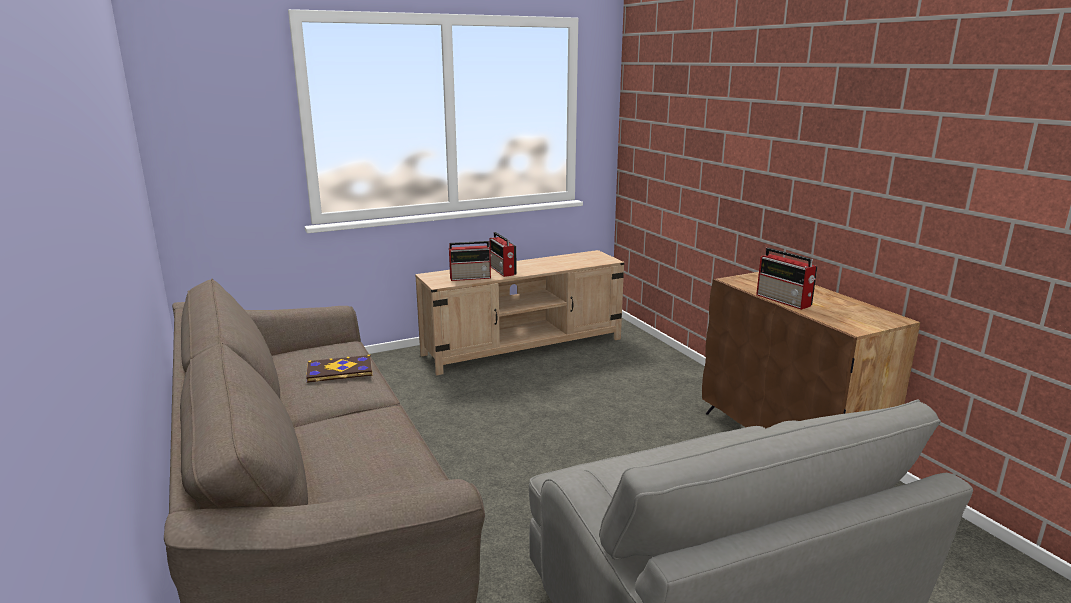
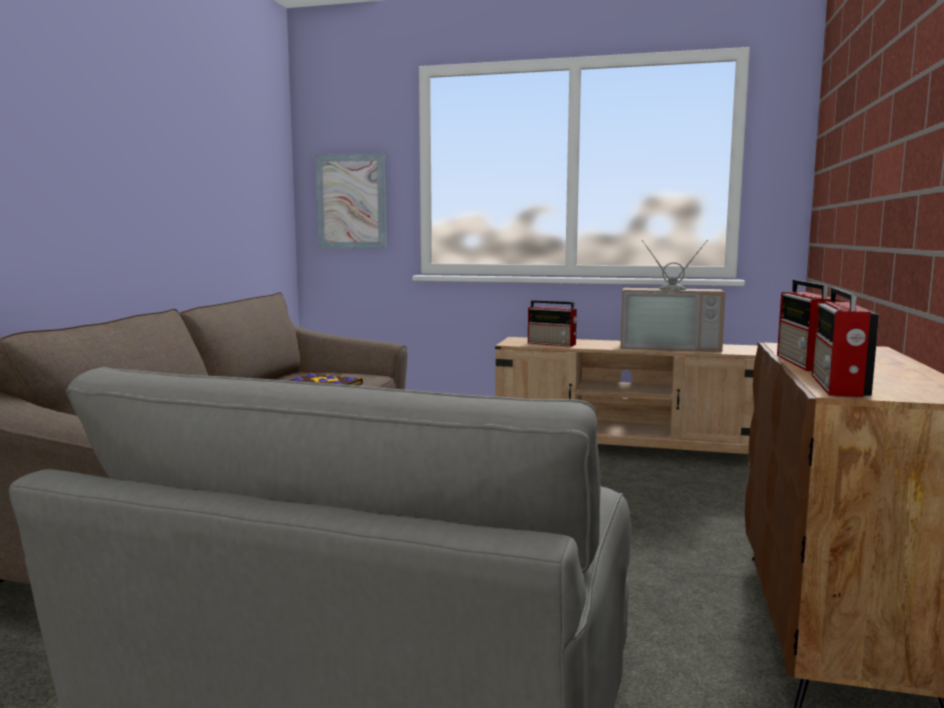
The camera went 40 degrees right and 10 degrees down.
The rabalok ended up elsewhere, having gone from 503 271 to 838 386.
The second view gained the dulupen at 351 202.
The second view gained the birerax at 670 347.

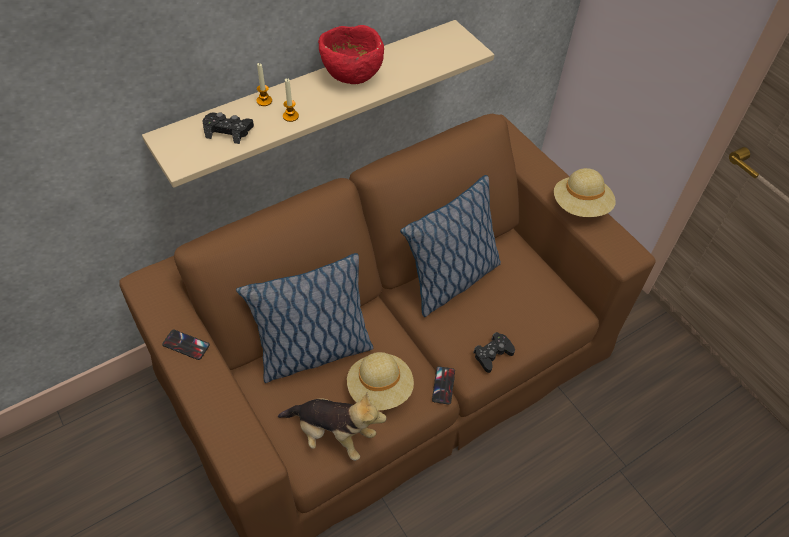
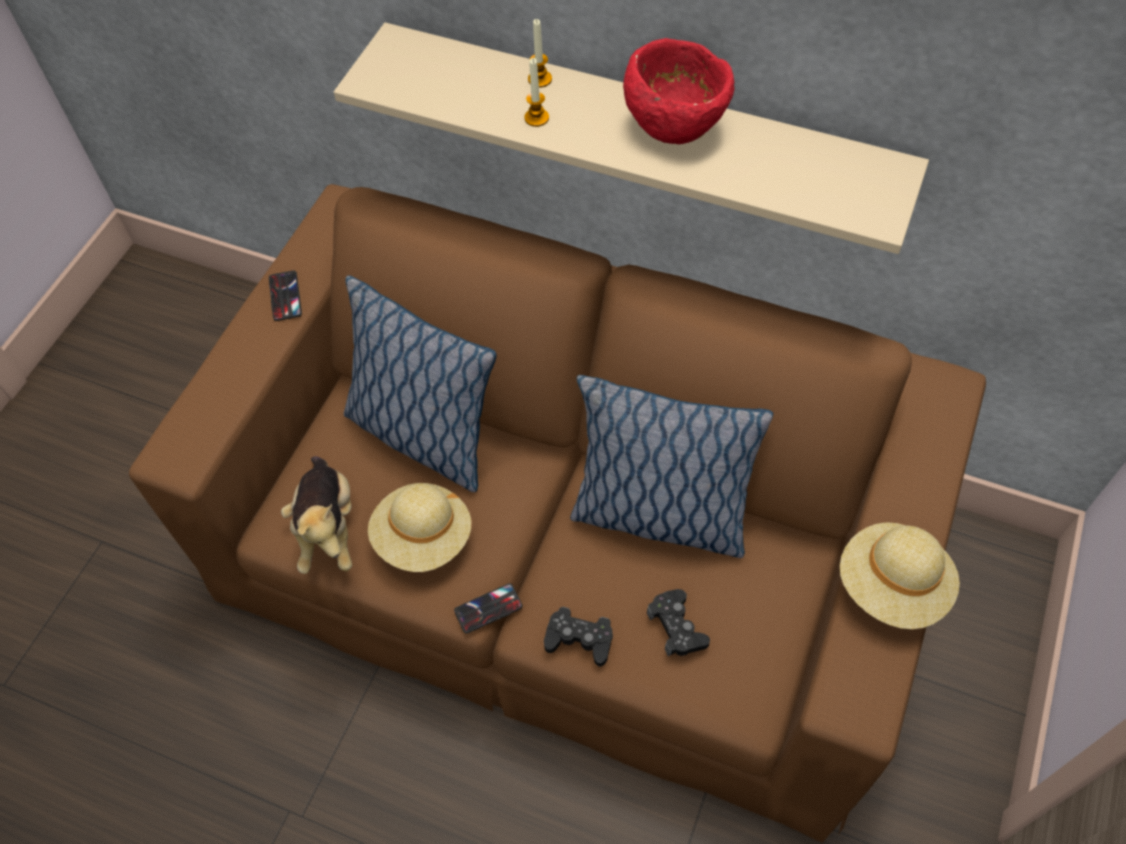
The camera went 60 degrees right and 5 degrees up.
The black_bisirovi ended up elsewhere, having gone from 228 131 to 677 627.

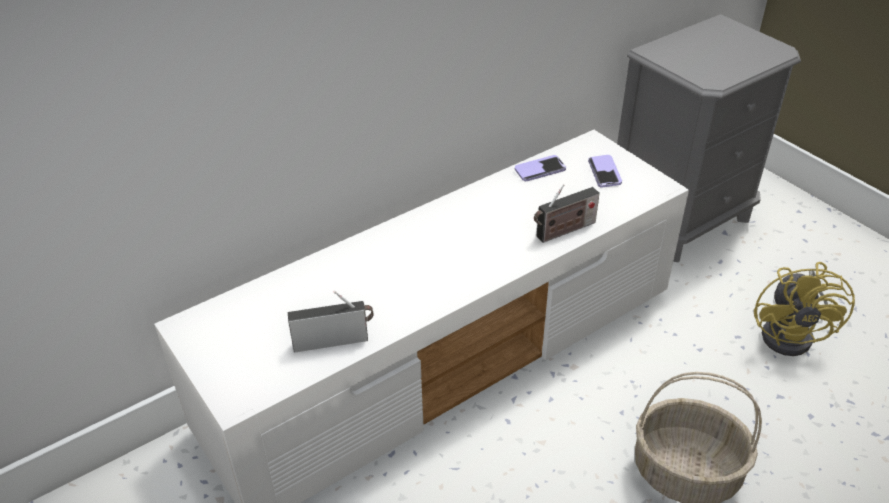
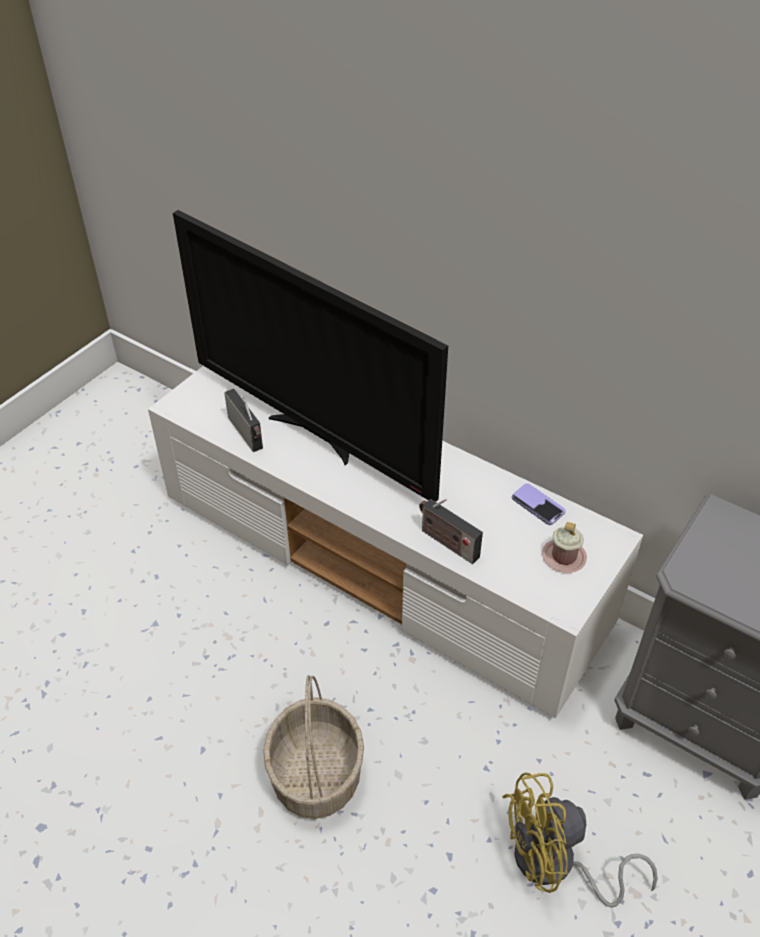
The camera went 70 degrees right and 5 degrees up.
Where the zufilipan stood at 604 172, the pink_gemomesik came to stand at 564 557.
The second view gained the birerax at 315 435.

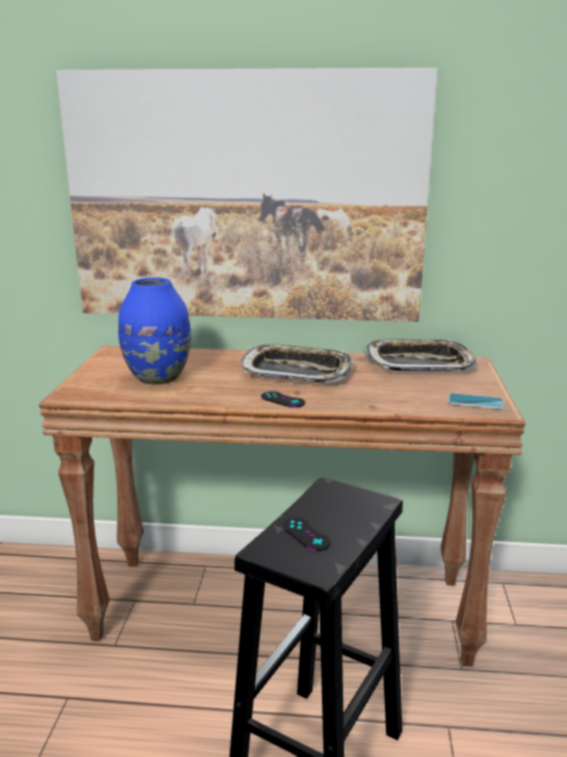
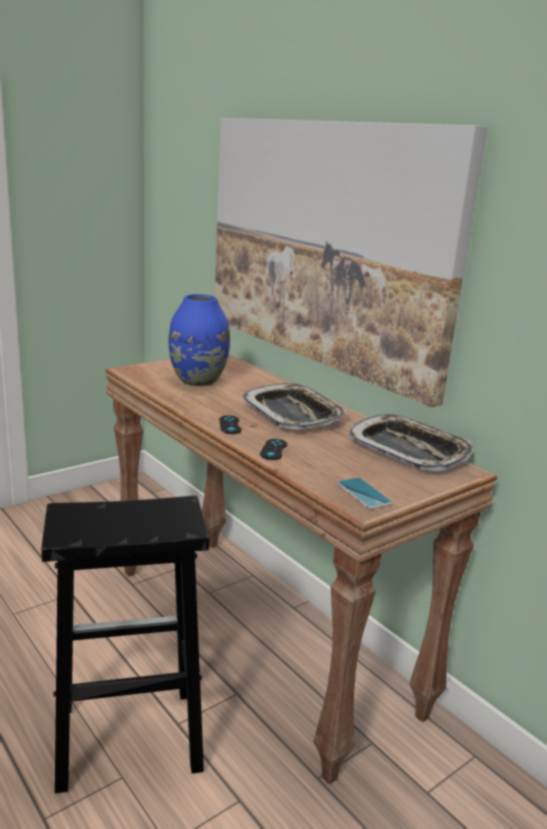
The camera went 45 degrees right and 0 degrees up.
The black_bisirovi ended up elsewhere, having gone from 306 534 to 273 449.

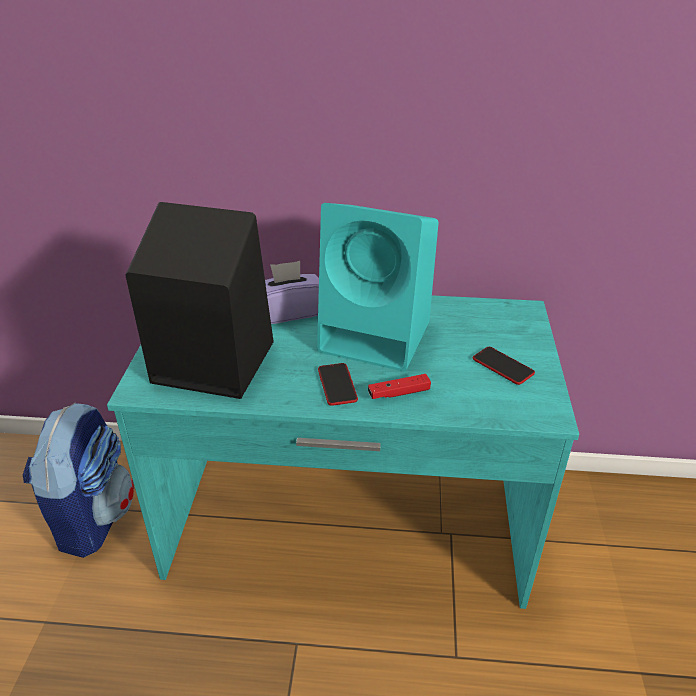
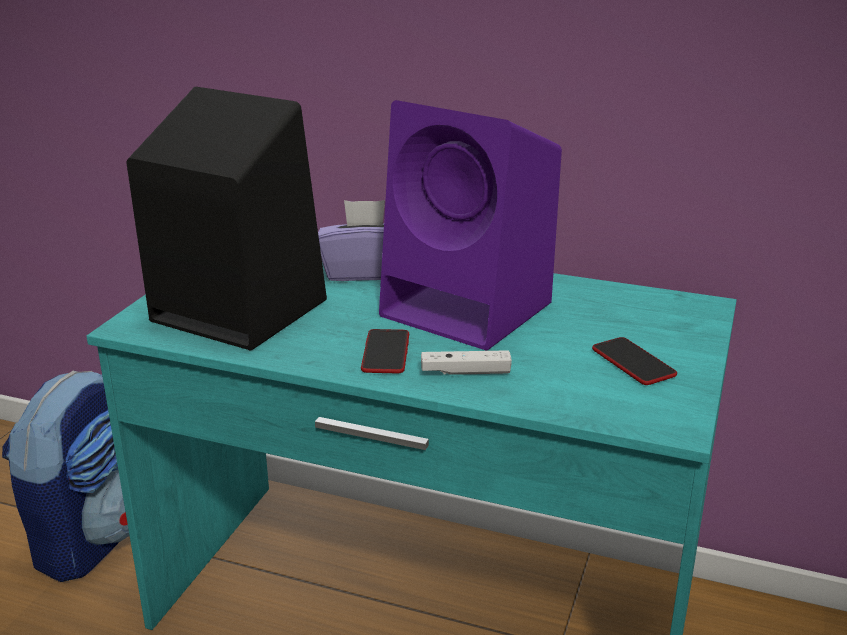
The camera went 15 degrees right and 10 degrees down.
What was the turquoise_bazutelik at 378 336 turned into the purple_bazutelik at 471 310.
What was the red_bisirovi at 399 393 turned into the white_bisirovi at 465 372.

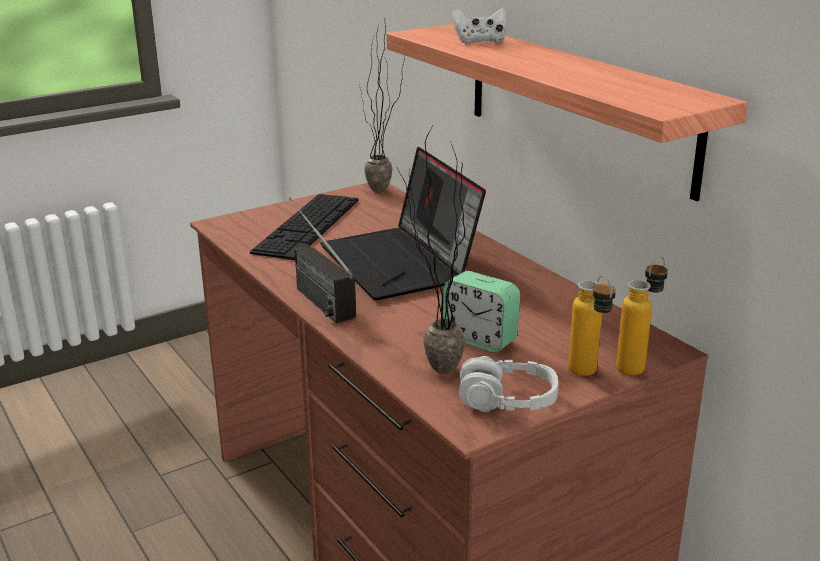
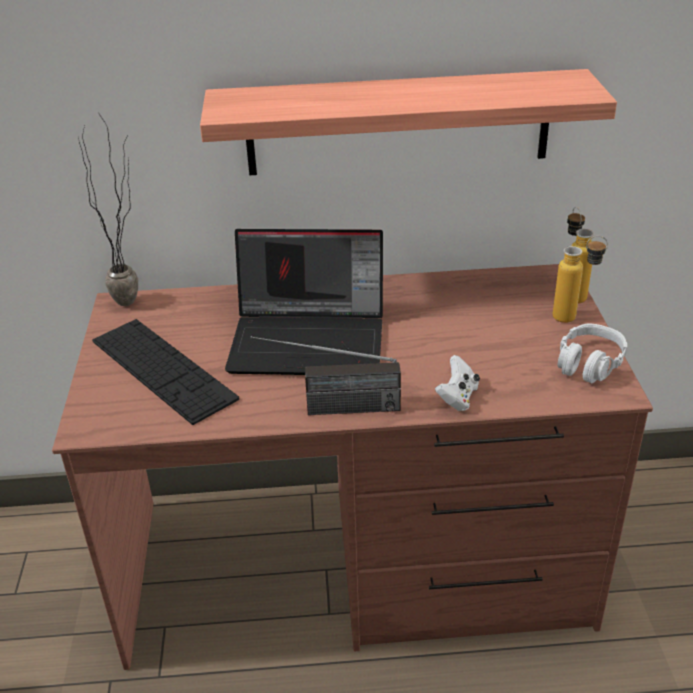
The camera went 60 degrees left and 10 degrees up.
The second view lost the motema at 430 369.
The second view lost the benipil at 479 339.
The white_bisirovi ended up elsewhere, having gone from 480 41 to 457 398.

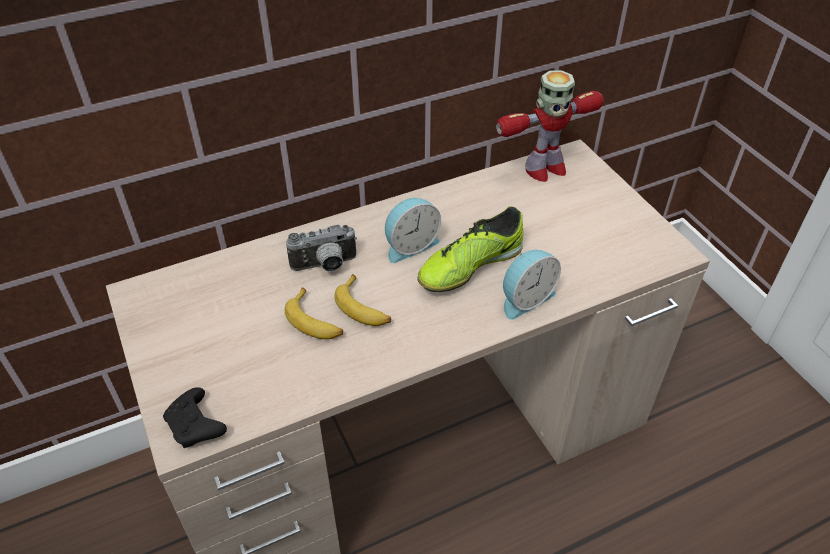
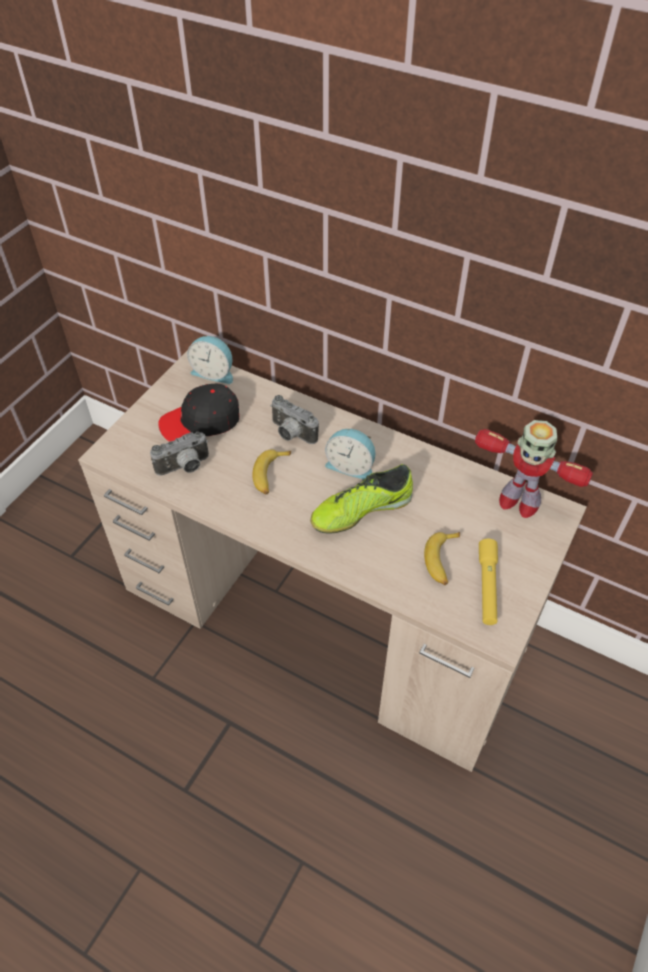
The camera went 55 degrees right and 5 degrees up.
The second view lost the black_bisirovi at 196 426.
The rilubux ended up elsewhere, having gone from 315 321 to 442 561.
The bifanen at 470 266 ended up facing another way, 45 degrees counterclockwise from before.
The benipil ended up elsewhere, having gone from 525 298 to 214 372.
The second view gained the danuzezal at 184 468.
The second view gained the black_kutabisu at 201 421.
The second view gained the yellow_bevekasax at 487 586.

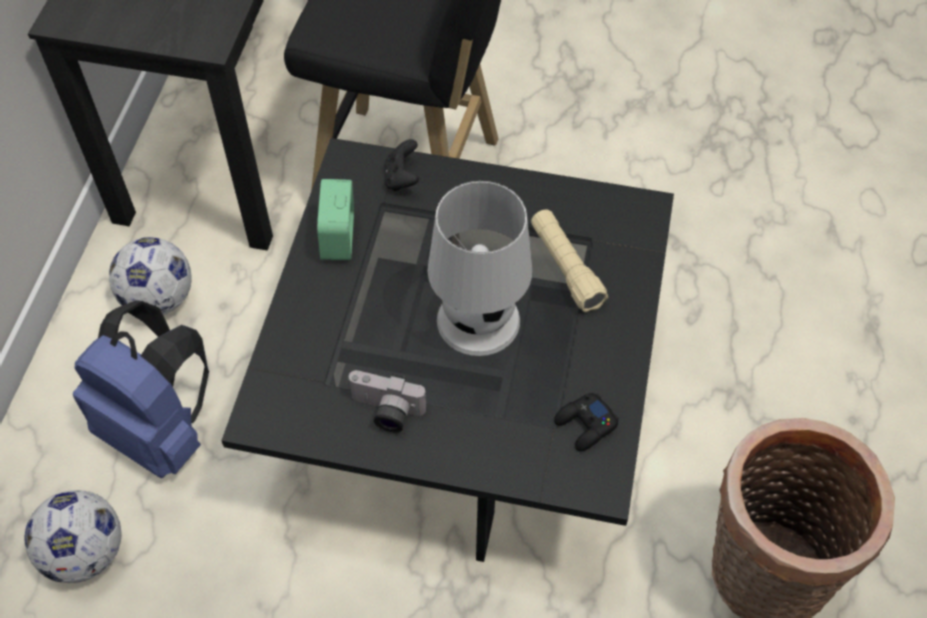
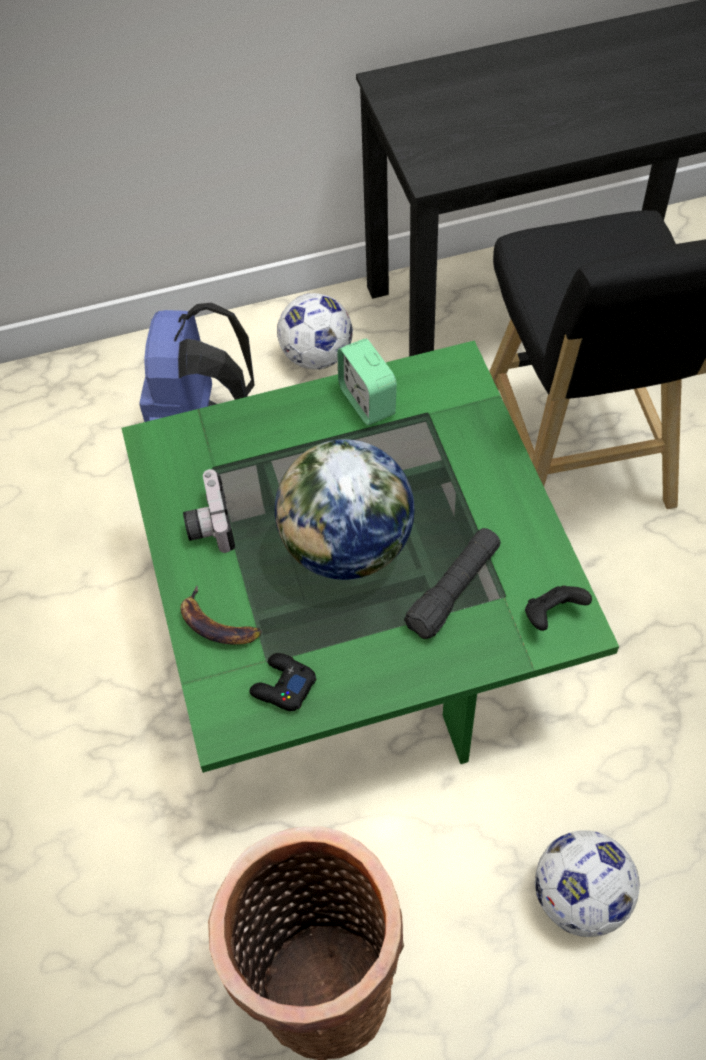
The camera went 65 degrees right and 0 degrees up.
The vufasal ended up elsewhere, having gone from 85 553 to 579 897.
What was the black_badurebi at 463 399 turned into the green_badurebi at 359 624.
The benipil at 339 238 ended up facing another way, 90 degrees counterclockwise from before.
The black_bisirovi ended up elsewhere, having gone from 402 178 to 552 615.
Where the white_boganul stood at 479 320, the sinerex came to stand at 347 547.
What was the beige_bevekasax at 566 267 turned into the black_bevekasax at 454 590.
The second view gained the rilubux at 217 624.

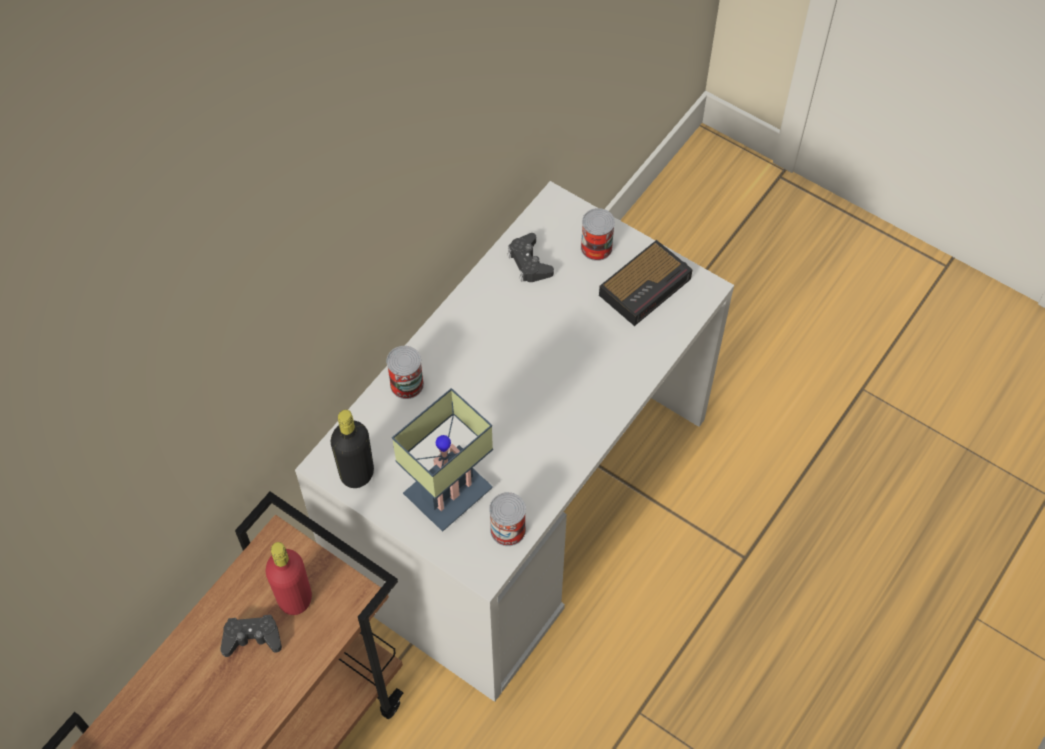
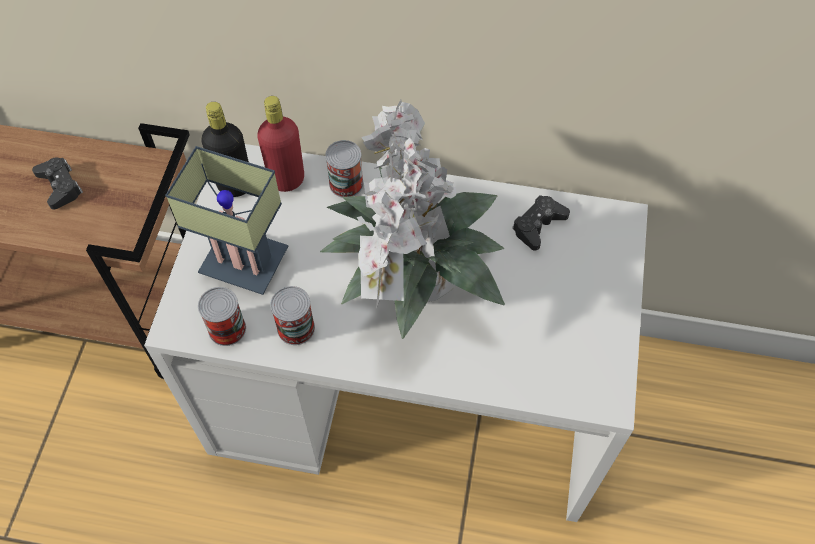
The camera went 65 degrees right and 0 degrees up.
The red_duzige ended up elsewhere, having gone from 295 598 to 286 180.
The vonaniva ended up elsewhere, having gone from 596 247 to 296 328.
The second view lost the benipil at 646 286.
The second view gained the motema at 412 287.

